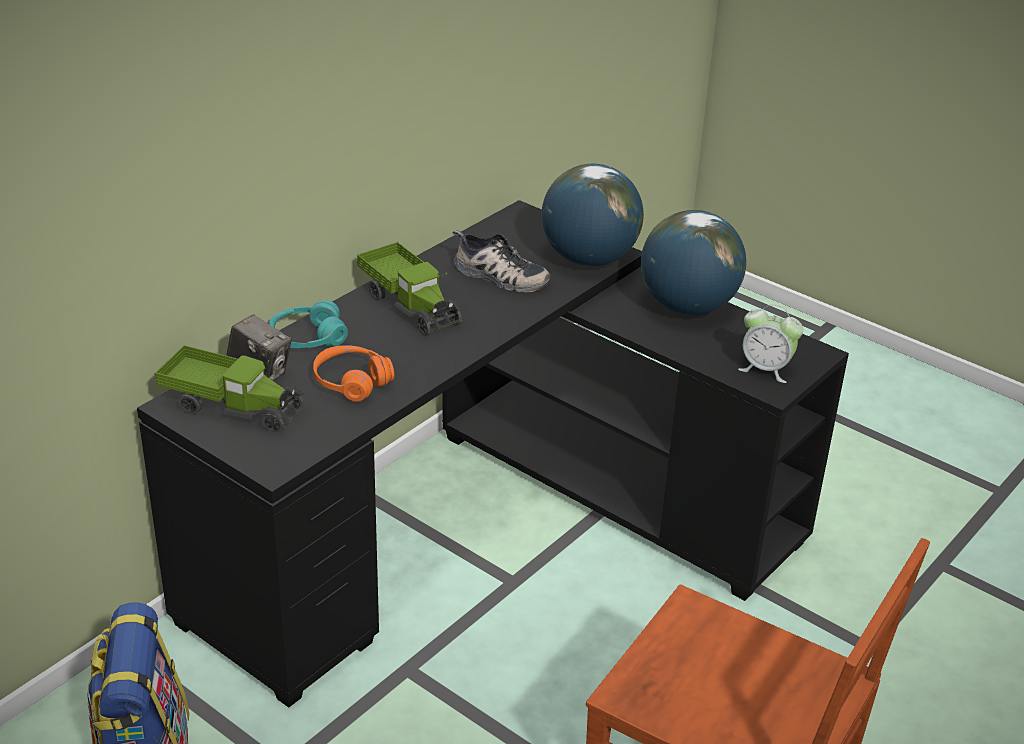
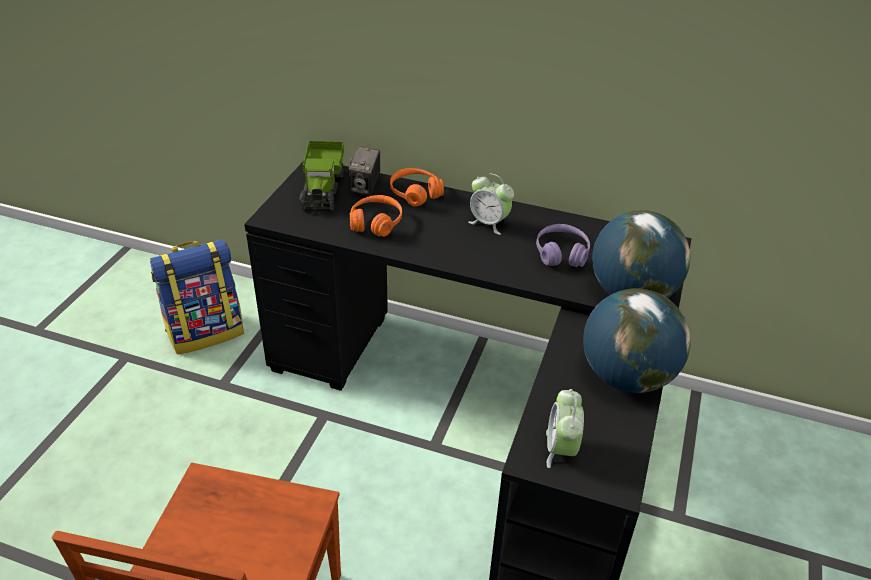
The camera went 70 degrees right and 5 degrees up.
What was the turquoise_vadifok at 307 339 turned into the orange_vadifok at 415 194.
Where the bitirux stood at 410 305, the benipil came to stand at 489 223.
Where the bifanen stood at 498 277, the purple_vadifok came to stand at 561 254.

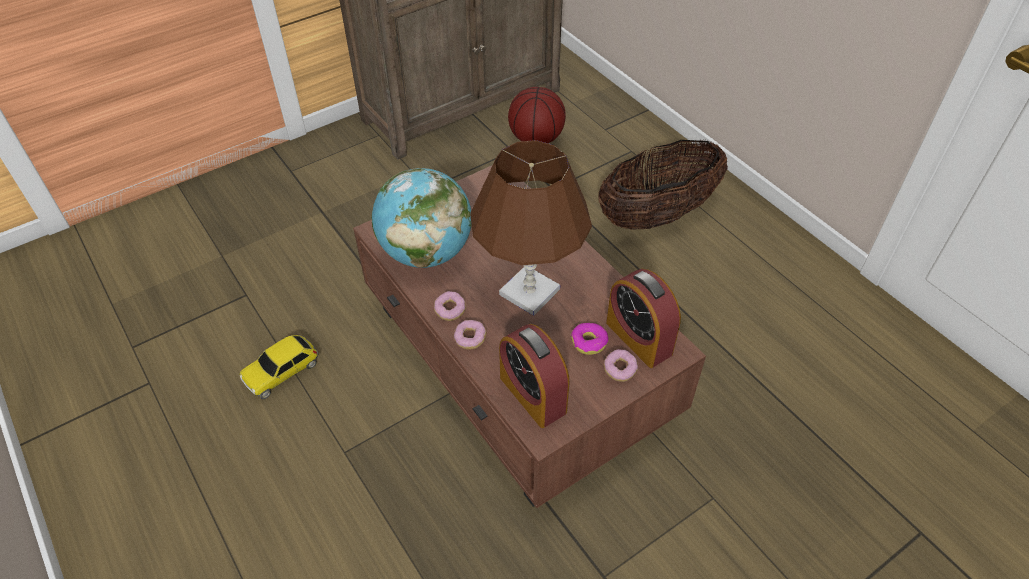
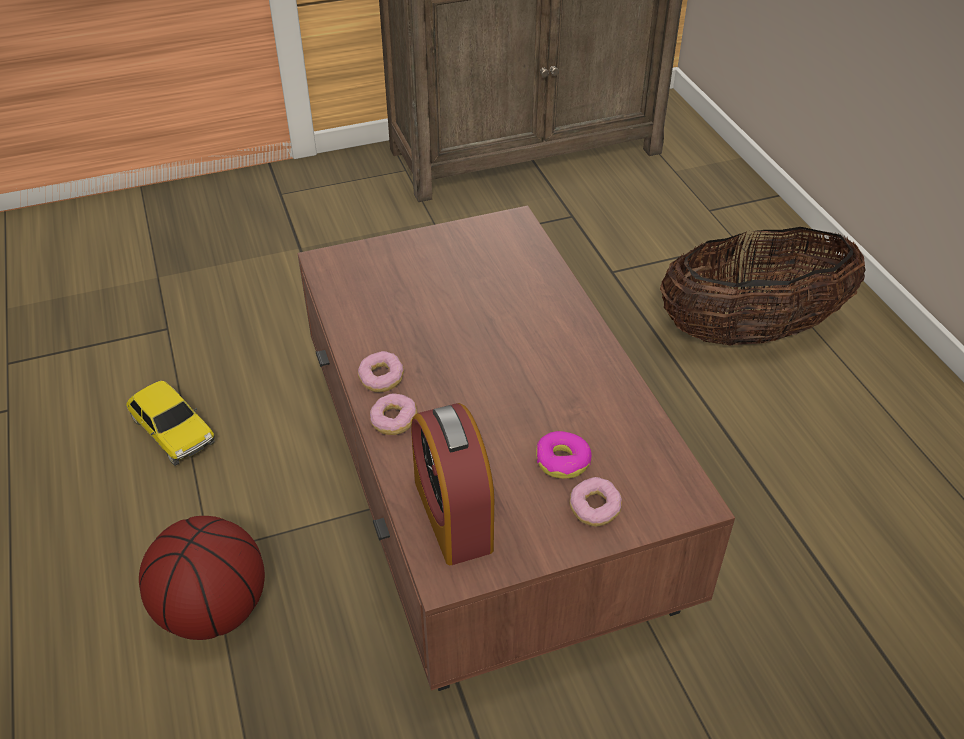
The camera went 15 degrees right and 5 degrees down.
The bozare at 282 372 ended up facing another way, 105 degrees counterclockwise from before.
The second view lost the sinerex at 426 252.
The second view lost the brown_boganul at 529 292.
The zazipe ended up elsewhere, having gone from 535 139 to 212 610.
The second view lost the benipil at 639 338.

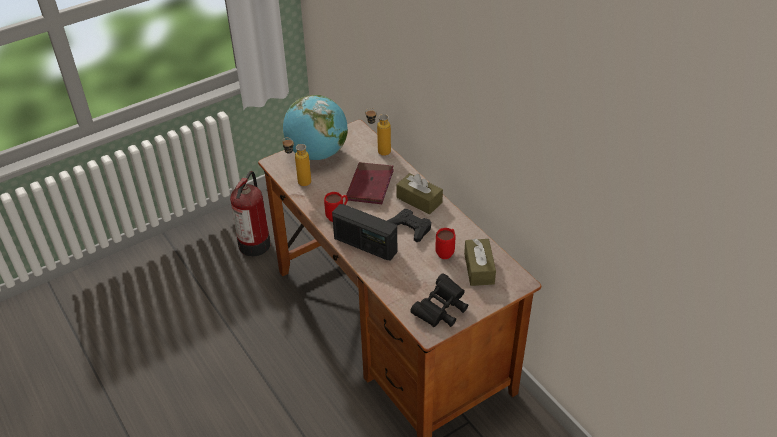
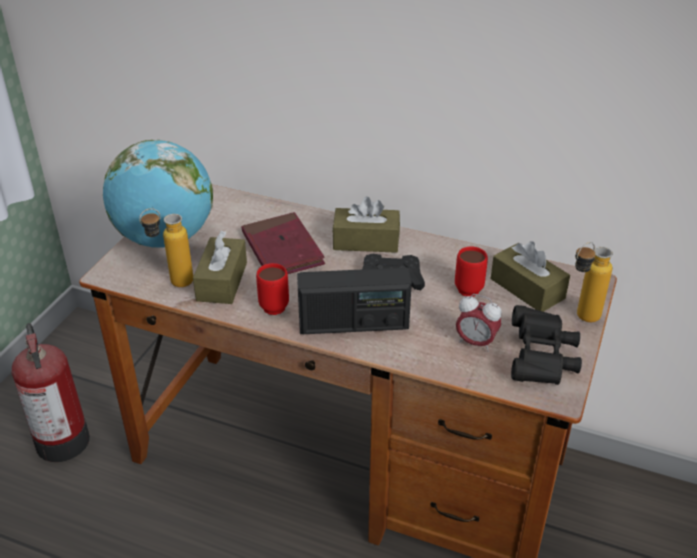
The camera went 35 degrees left and 5 degrees down.
The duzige ended up elsewhere, having gone from 378 151 to 580 319.
The second view gained the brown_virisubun at 222 281.
The second view gained the benipil at 475 343.

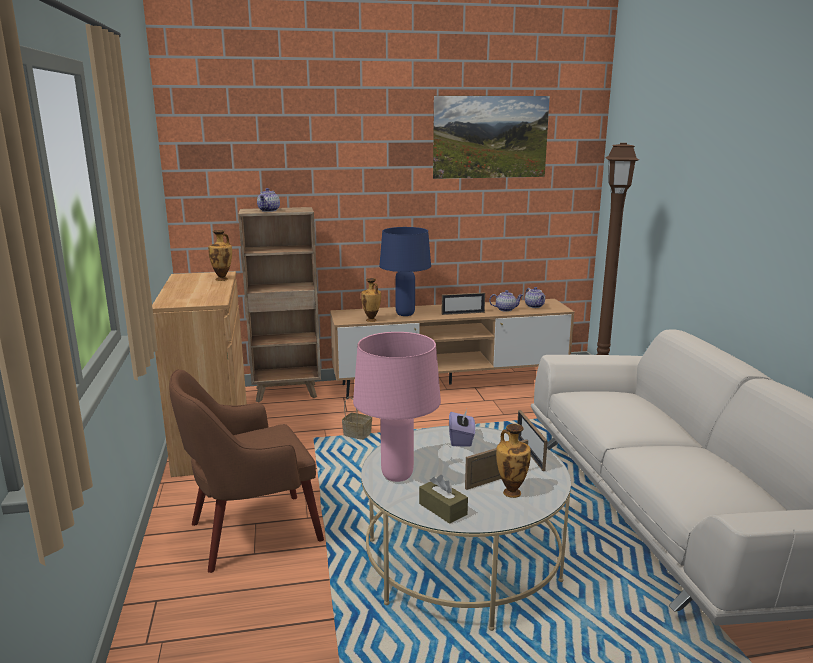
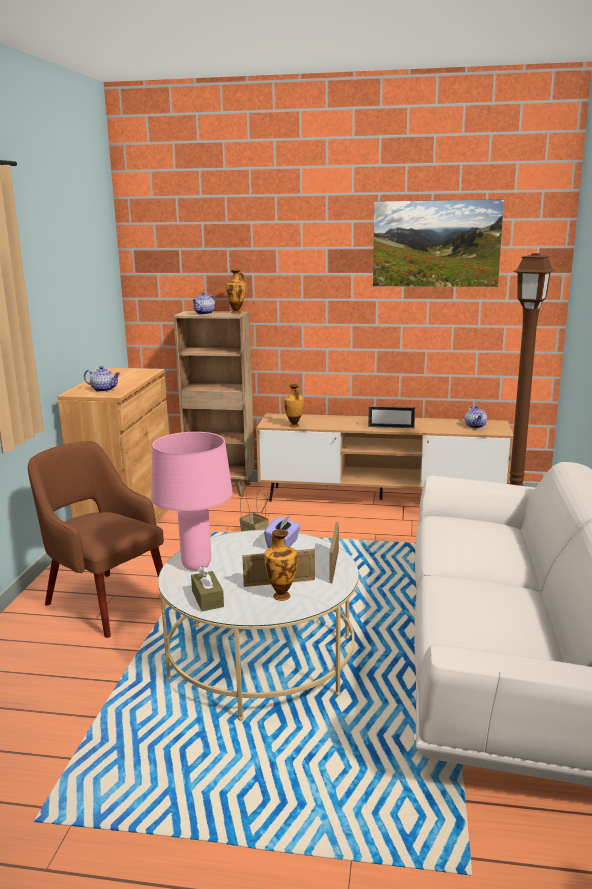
The camera went 20 degrees right and 0 degrees up.
The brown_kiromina at 251 532 ended up facing another way, 45 degrees clockwise from before.
The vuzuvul ended up elsewhere, having gone from 222 279 to 236 312.
The second view lost the blue_boganul at 404 314.
The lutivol ended up elsewhere, having gone from 505 309 to 104 389.

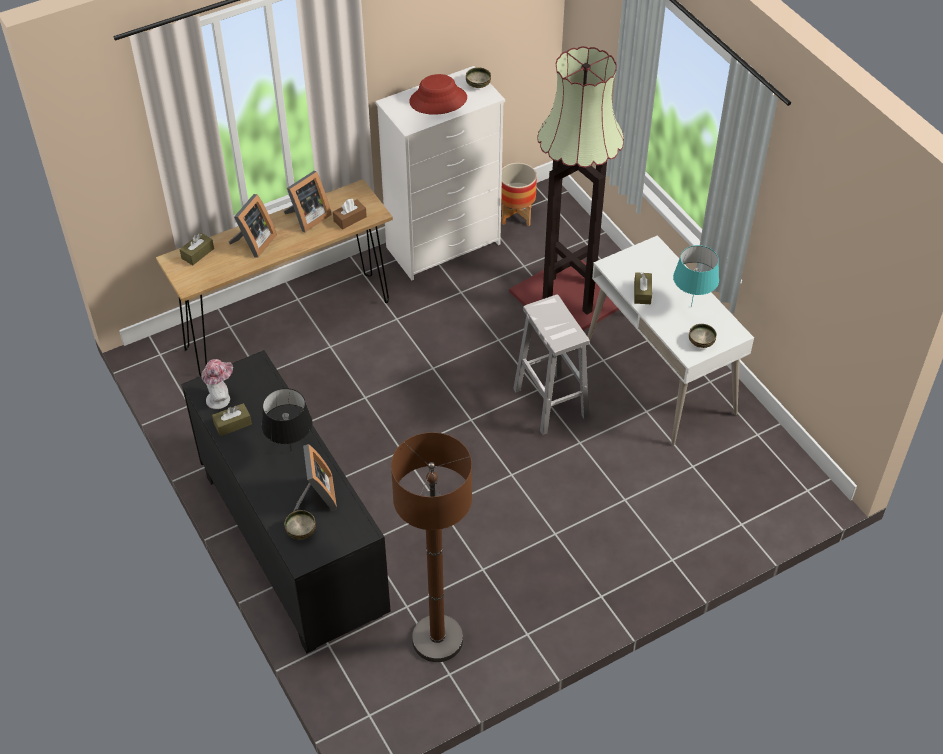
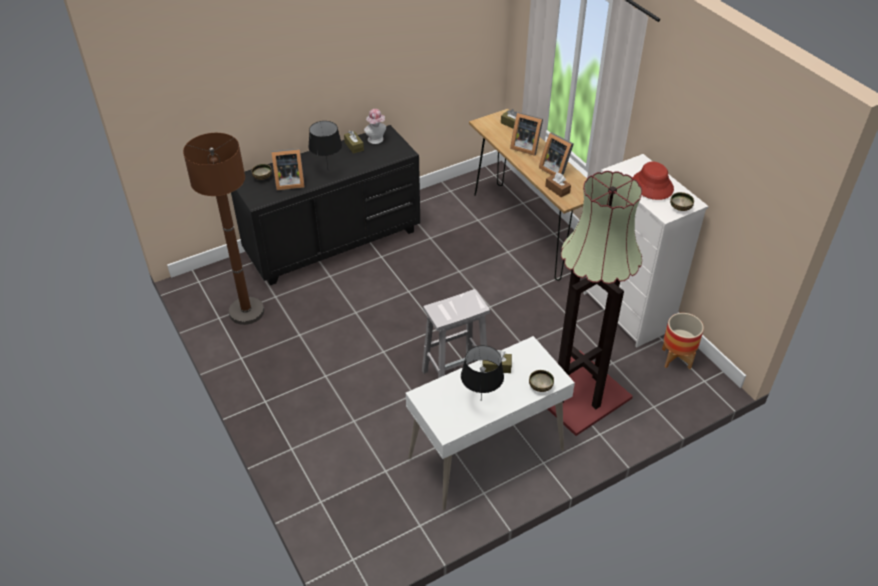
The camera went 90 degrees right and 5 degrees down.
What was the turquoise_boganul at 691 307 turned into the black_boganul at 480 400.
The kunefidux ended up elsewhere, having gone from 701 342 to 540 387.

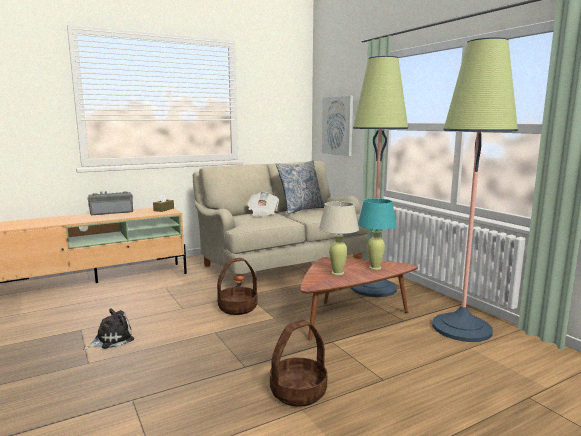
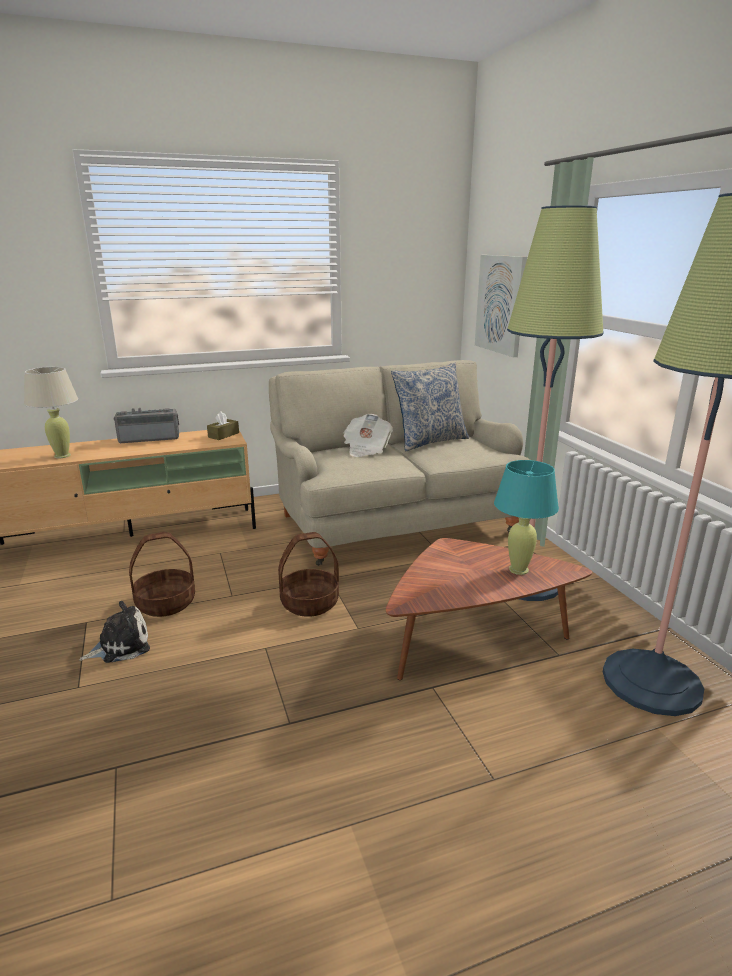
The camera went 10 degrees right and 10 degrees up.
The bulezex ended up elsewhere, having gone from 298 391 to 166 603.
The beige_boganul ended up elsewhere, having gone from 338 273 to 62 455.

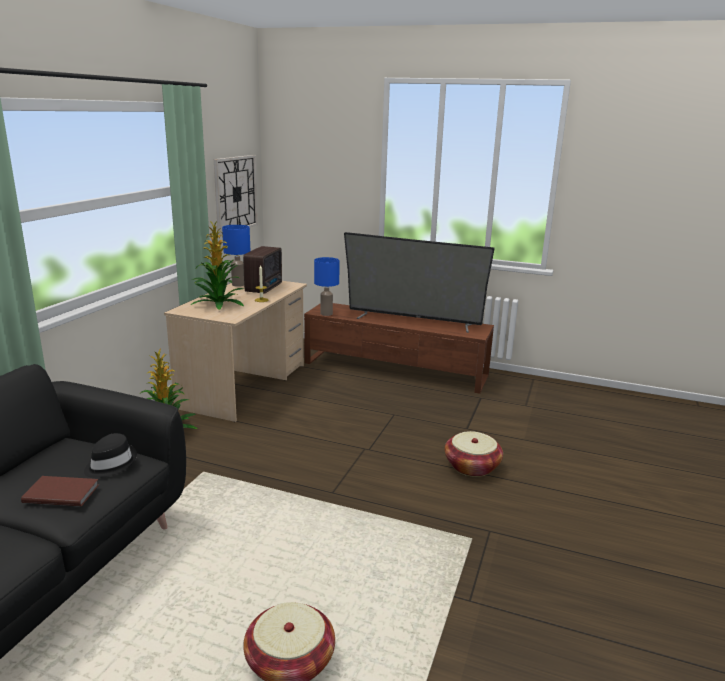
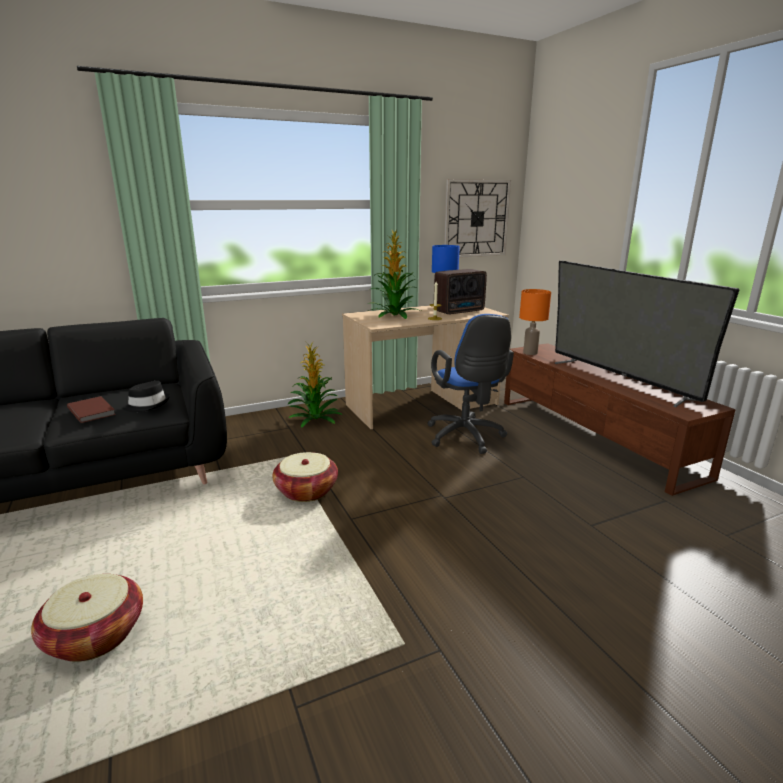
The camera went 45 degrees right and 0 degrees up.
What was the blue_boganul at 326 314 turned into the orange_boganul at 530 353.
The bulezex ended up elsewhere, having gone from 472 466 to 306 491.
The second view gained the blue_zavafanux at 466 438.

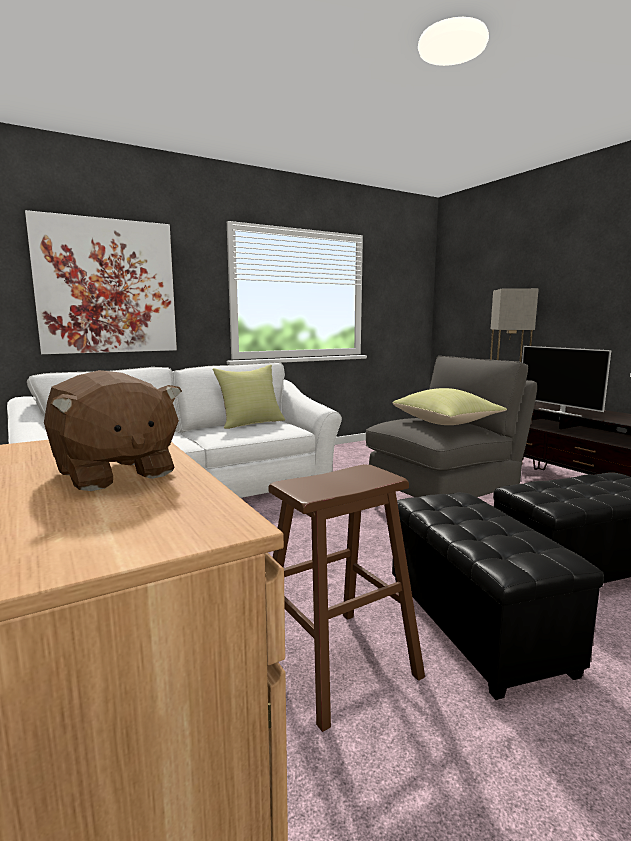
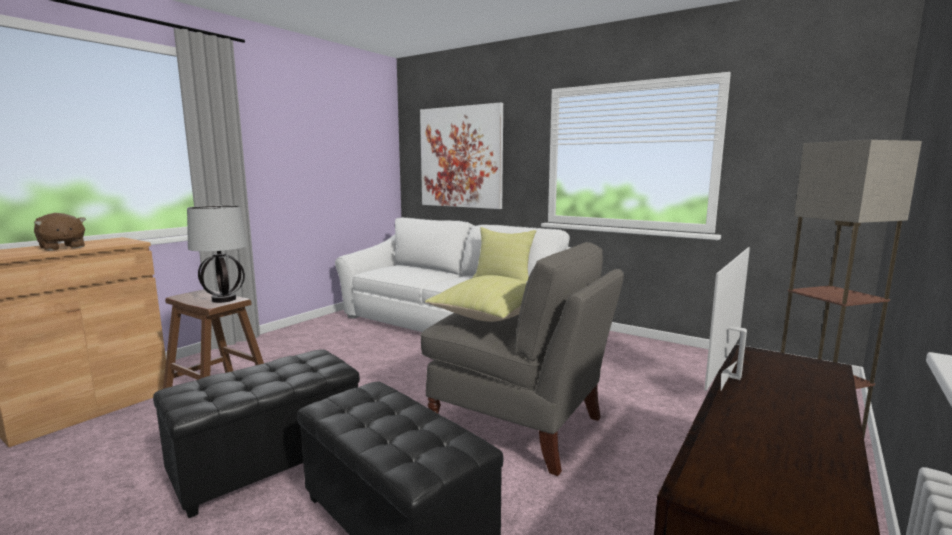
The camera went 65 degrees right and 0 degrees up.
The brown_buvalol at 113 473 ended up facing another way, 75 degrees counterclockwise from before.
The second view gained the boganul at 224 299.

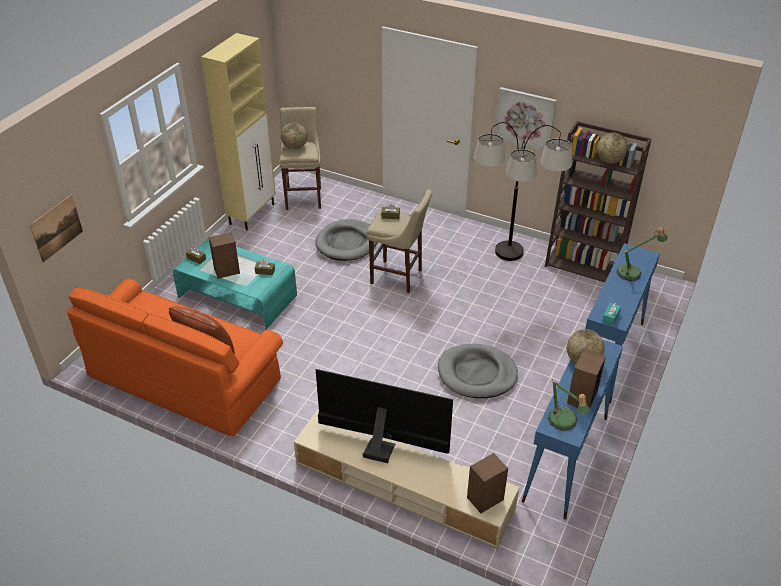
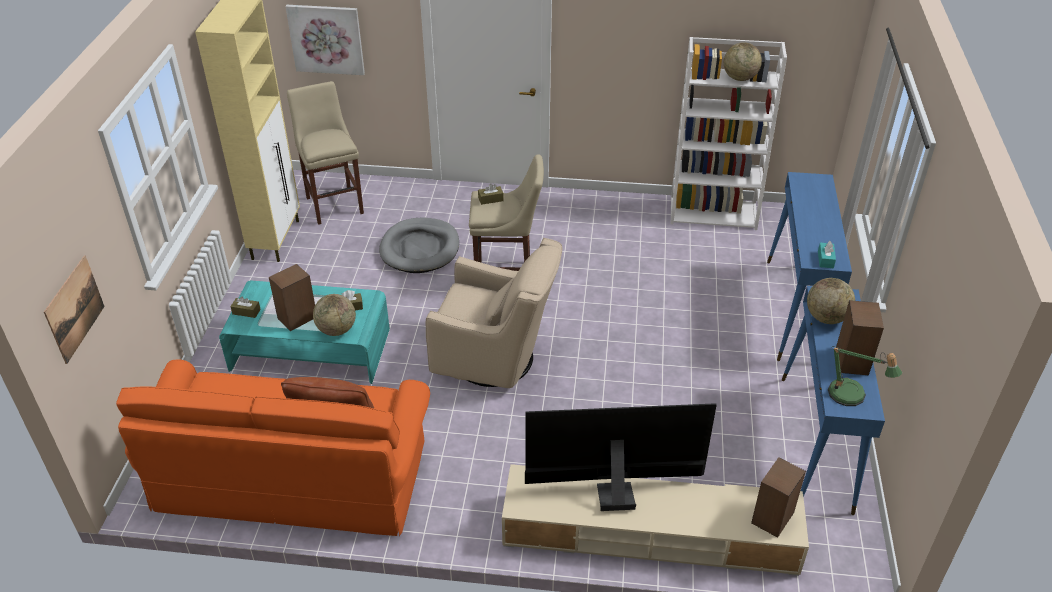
The camera went 20 degrees left and 0 degrees up.
The sinerex ended up elsewhere, having gone from 295 147 to 336 330.
The second view lost the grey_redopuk at 477 374.
The second view lost the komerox at 508 274.
The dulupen ended up elsewhere, having gone from 525 119 to 326 39.
What was the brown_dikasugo at 584 265 turned into the white_dikasugo at 714 213.
The second view lost the boganul at 633 272.
The second view gained the beige_kiromina at 496 359.

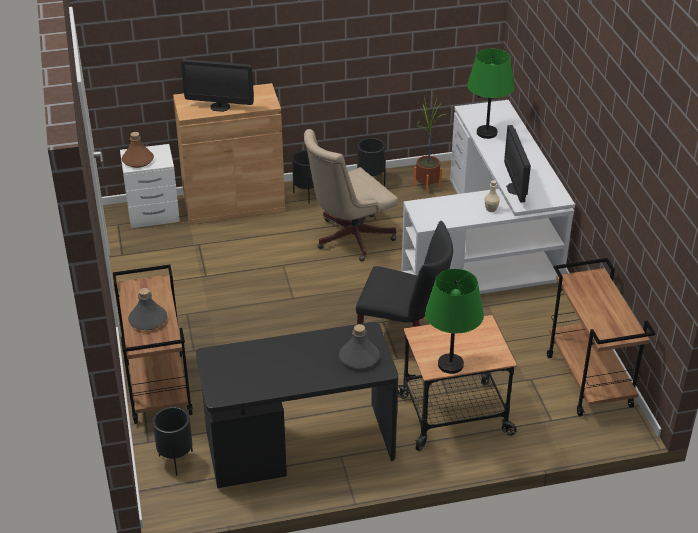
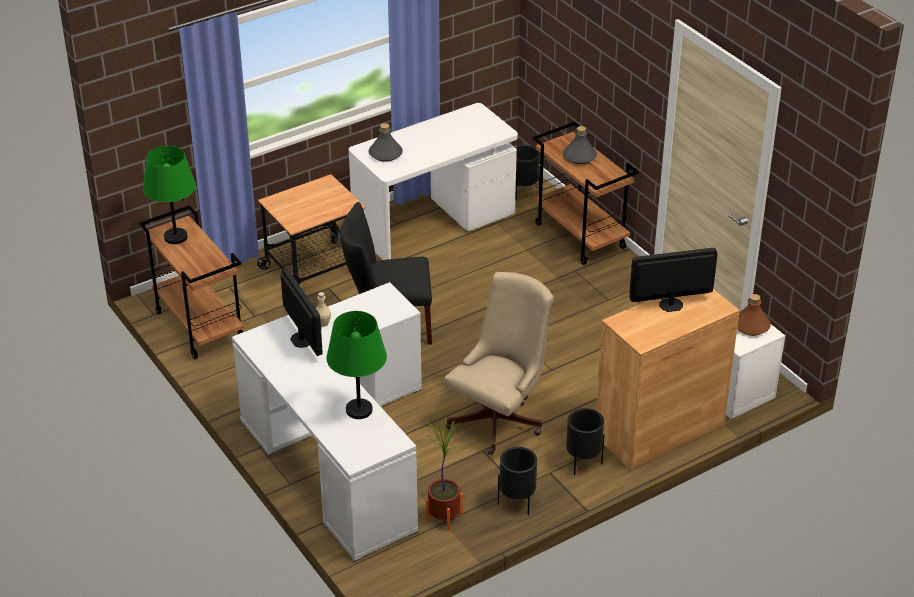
The camera went 160 degrees right and 0 degrees up.
What was the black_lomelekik at 298 447 turned into the white_lomelekik at 434 222.
The green_boganul ended up elsewhere, having gone from 451 364 to 175 237.

